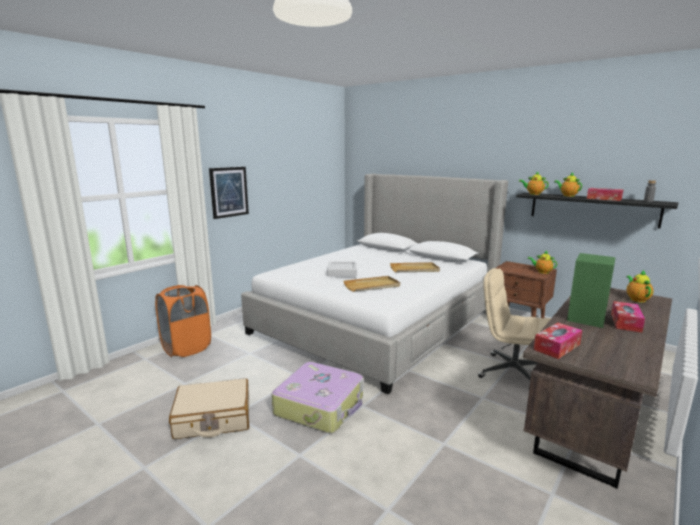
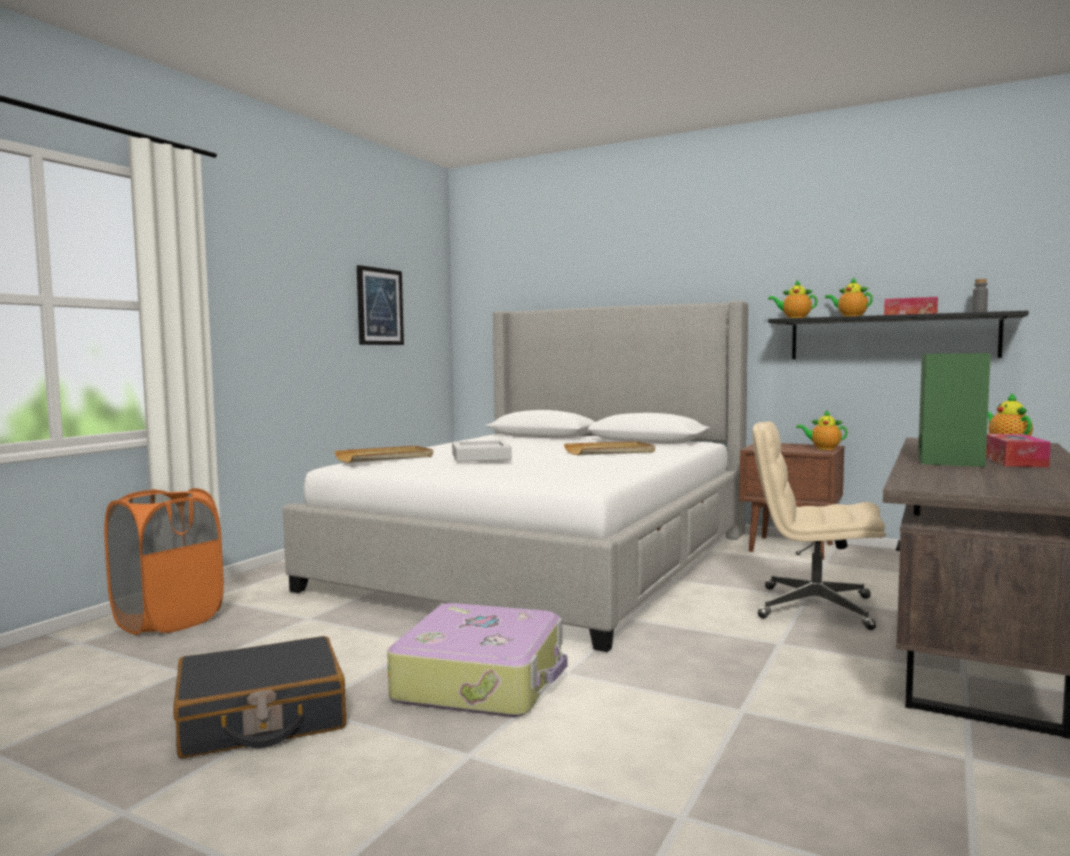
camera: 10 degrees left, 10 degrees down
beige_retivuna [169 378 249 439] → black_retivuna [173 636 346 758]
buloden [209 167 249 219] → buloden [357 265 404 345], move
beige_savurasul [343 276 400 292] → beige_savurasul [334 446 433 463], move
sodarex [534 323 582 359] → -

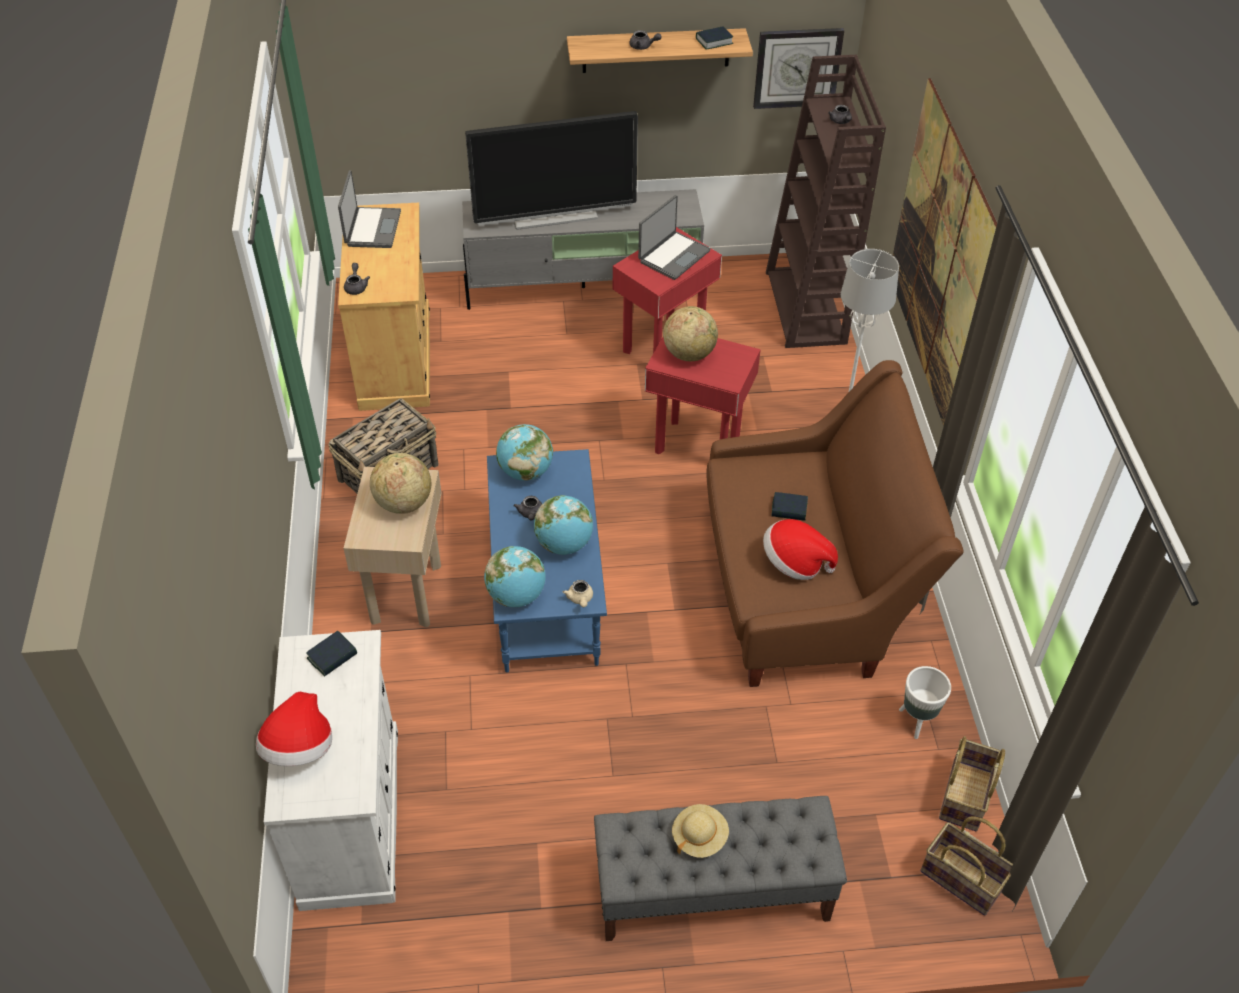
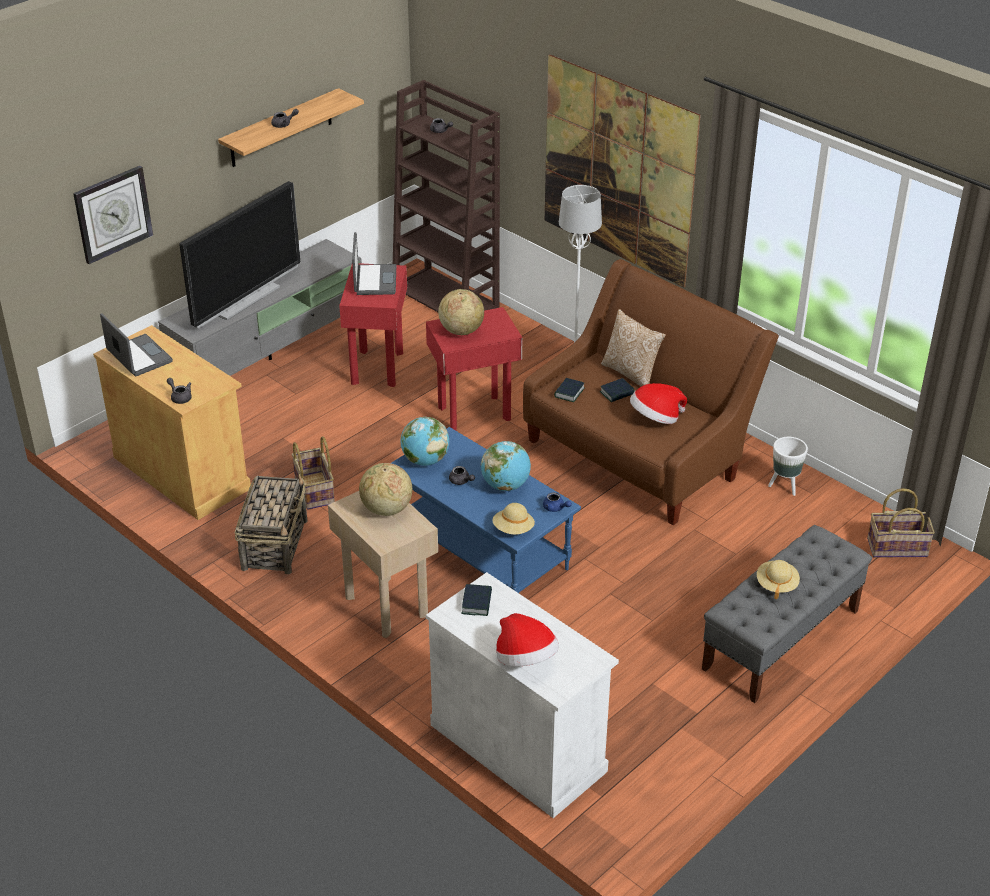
camera: 40 degrees left, 10 degrees down
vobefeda [484 546 545 607] → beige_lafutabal [492 503 535 535]
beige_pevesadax [563 580 593 607] → blue_pevesadax [543 492 572 512]
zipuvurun [696 26 733 50] → zipuvurun [554 378 585 402], move
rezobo [753 28 844 109] → rezobo [73 166 153 264], move
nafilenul [939 736 1005 831] → nafilenul [292 437 335 510], move
- → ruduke [601 309 666 387]

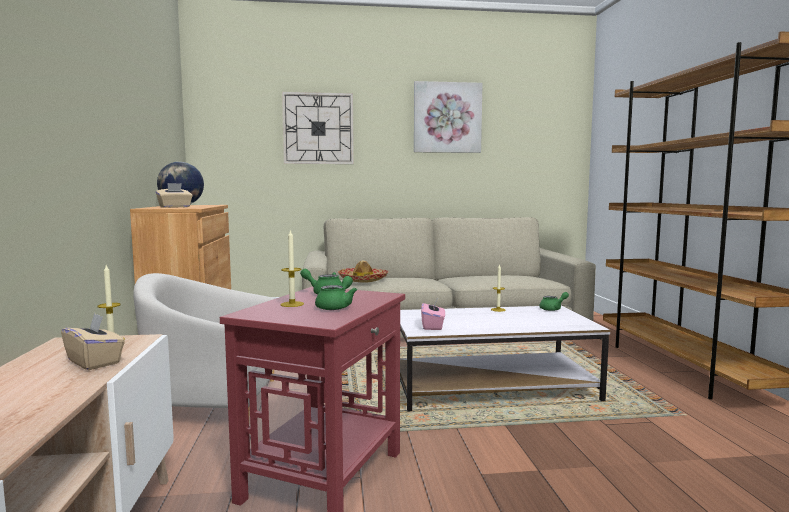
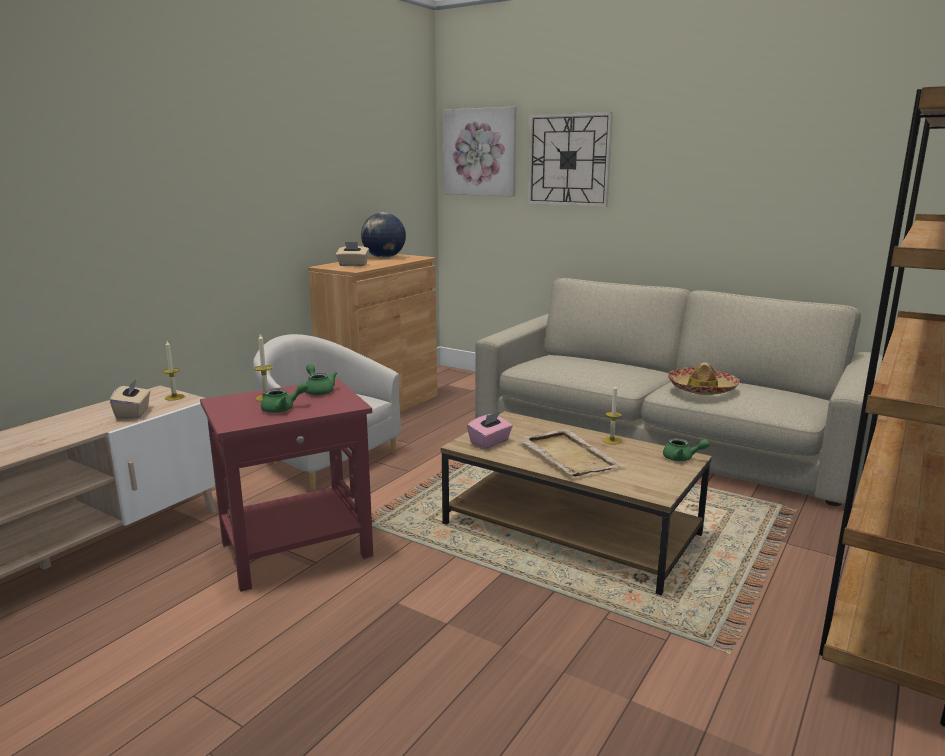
camera: 40 degrees right, 10 degrees up
lafutabal [338 260 389 282] → lafutabal [668 362 740 395], move
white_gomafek [400 305 610 411] → brown_gomafek [440 411 712 595]
buloden [414 81 483 153] → buloden [443 107 517 197], move
- → beige_savurasul [517 429 625 476]

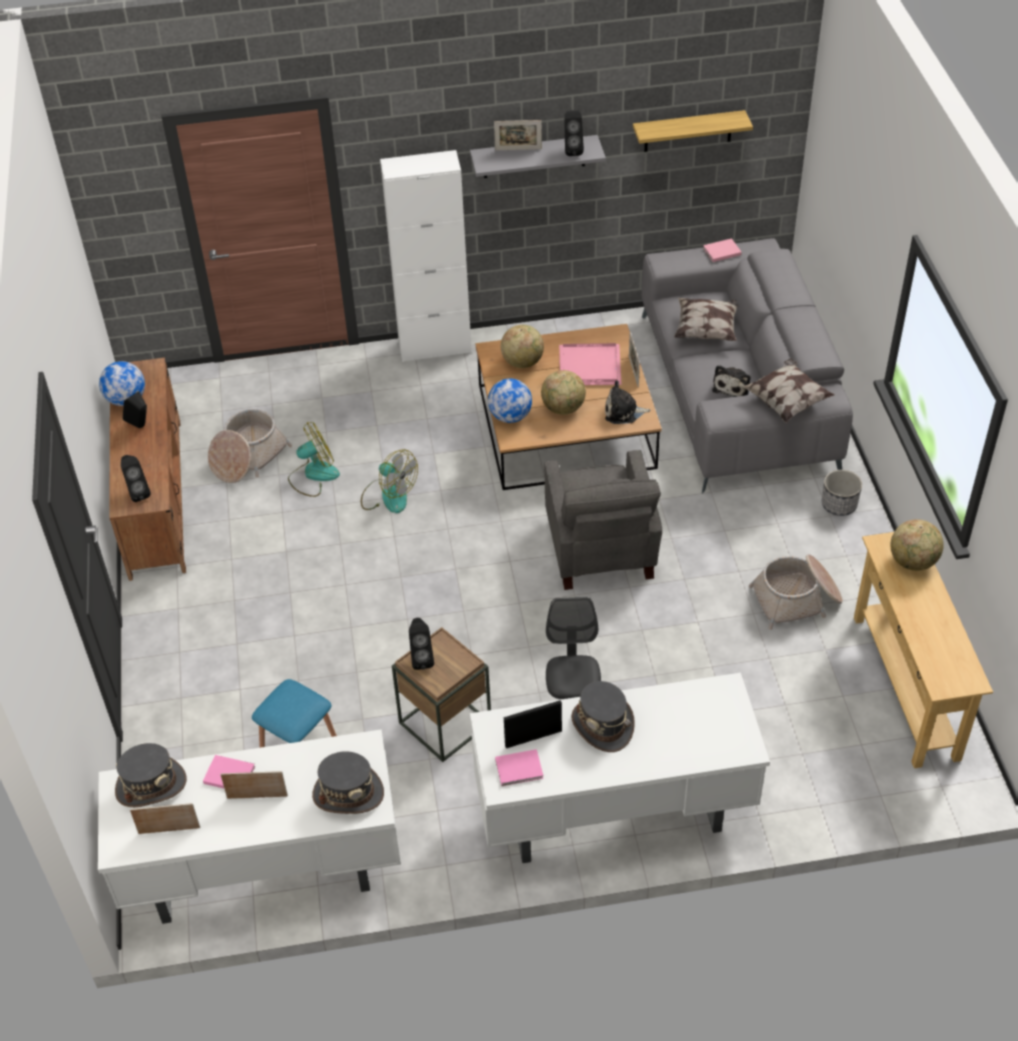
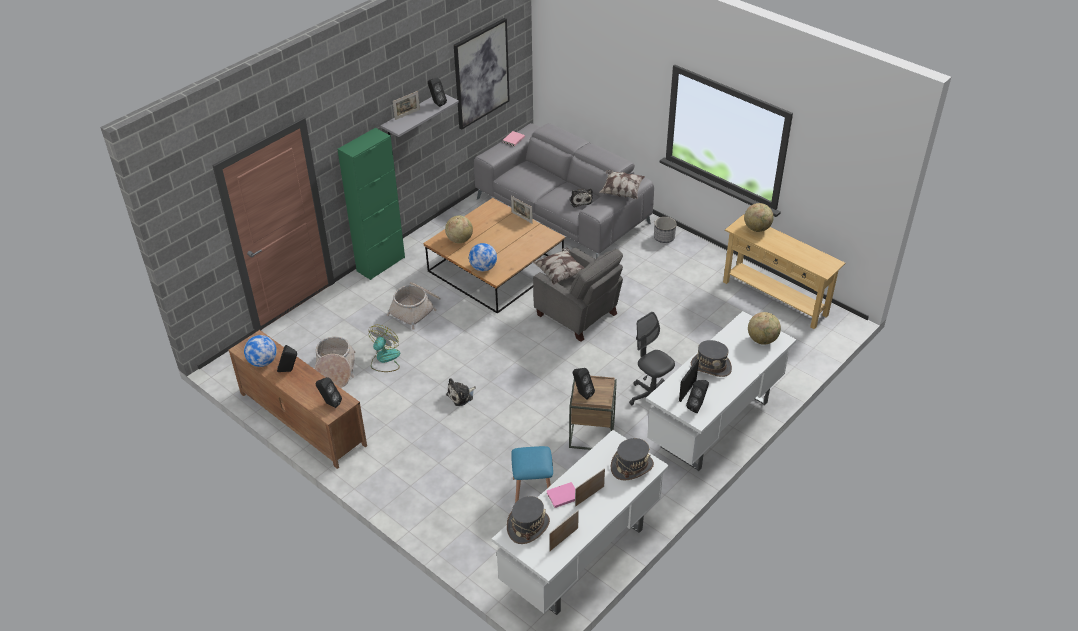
camera: 40 degrees left, 5 degrees down
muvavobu [361 449 418 513] → -
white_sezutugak [380 150 472 362] → green_sezutugak [337 128 405 280]
pink_zipuvurun [495 749 543 786] → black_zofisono [686 380 709 413]
vobefeda [541 370 586 415] → vobefeda [748 312 781 345], move
pink_savurasul [559 343 622 385] → -
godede [605 380 650 424] → godede [446 378 476 406], move
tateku [633 110 753 152] → buloden [454 18 510 130]
ruduke [674 297 739 341] → ruduke [532 248 584 285], move
nafilenul [749 554 843 630] → nafilenul [387 282 441 329], move

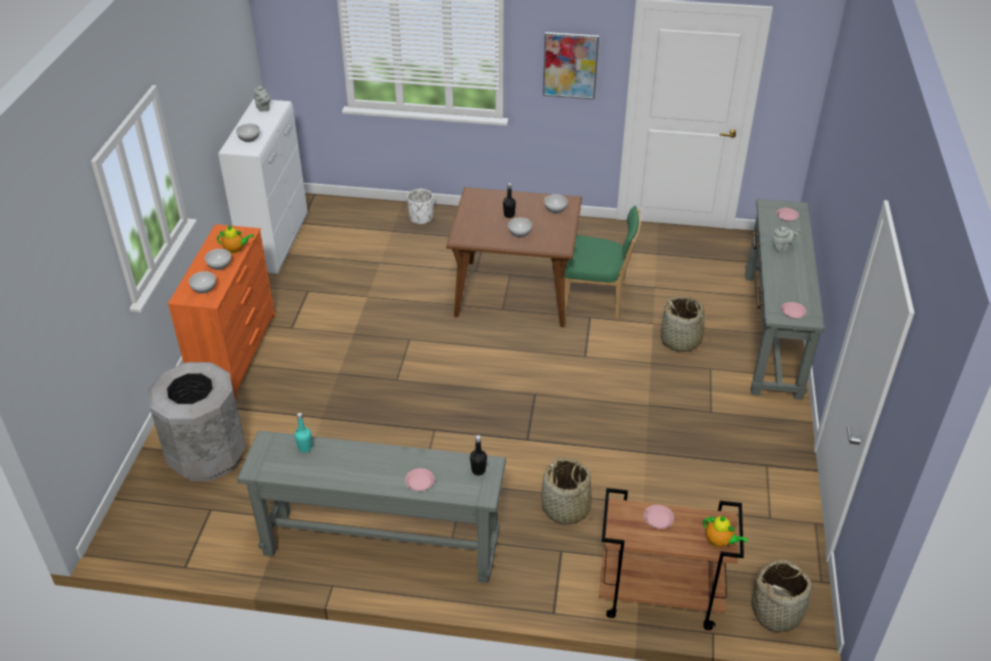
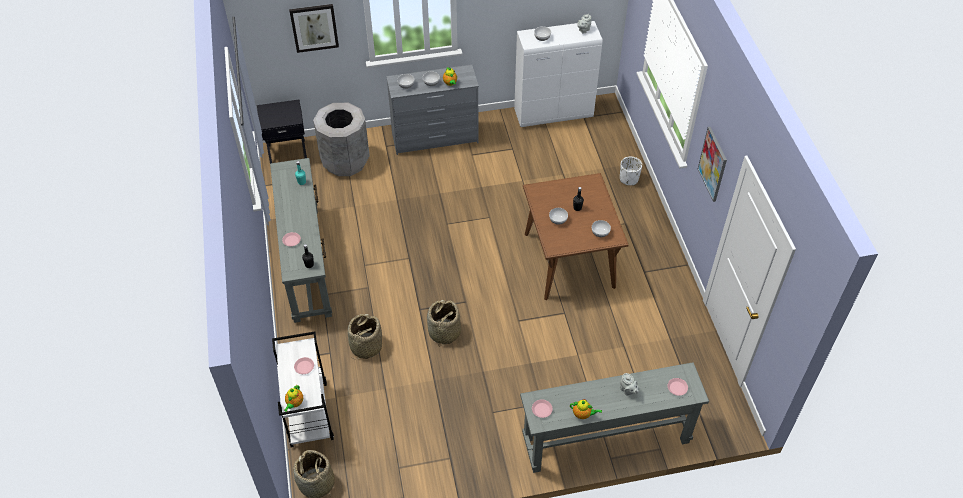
camera: 70 degrees right, 10 degrees up
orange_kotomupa [168 224 275 399] → grey_kotomupa [386 65 479 155]
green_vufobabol [564 206 641 319] → -
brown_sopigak [599 488 744 630] → white_sopigak [272 331 334 448]
nafilenul [658 296 708 352] → nafilenul [427 300 461 346], move
- → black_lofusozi [257 100 307 163]
- → buloden [289 4 339 53]
- → pevesadax [570 399 602 419]

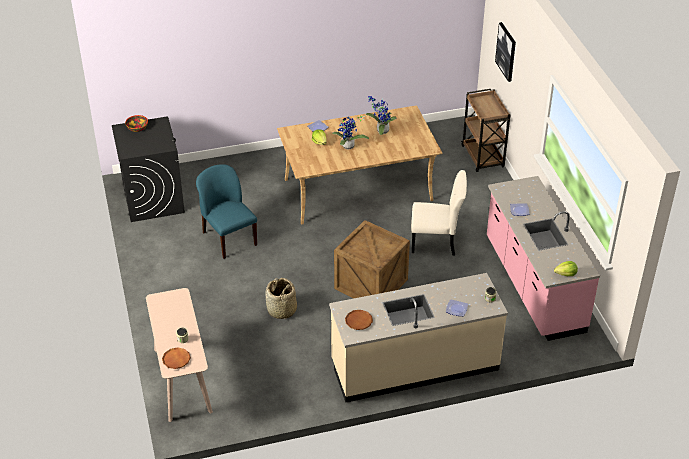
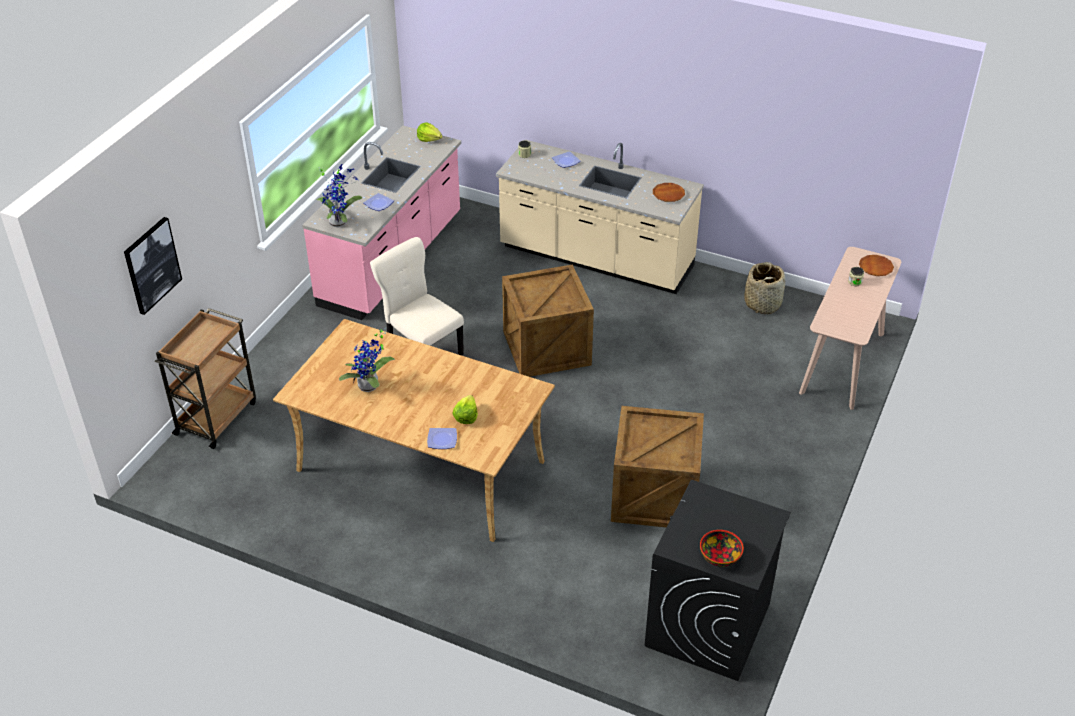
camera: 140 degrees left, 0 degrees up
blue_vufobabol [196 164 257 259] → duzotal [611 406 704 528]
nafilenul [265 278 297 320] → nafilenul [744 262 785 314], move
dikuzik [332 116 369 149] → dikuzik [316 164 362 227], move

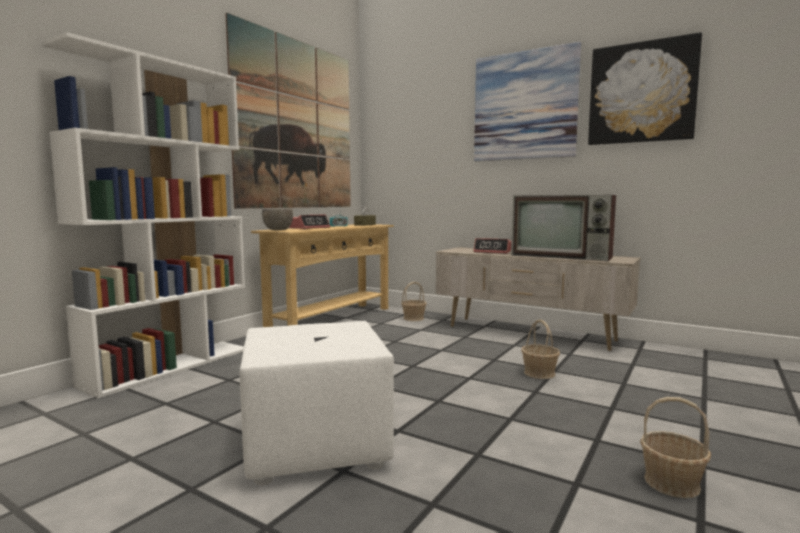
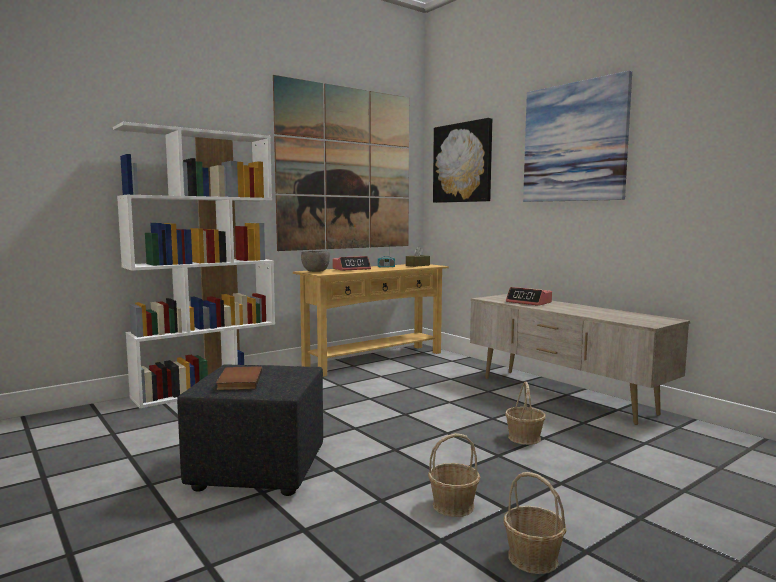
camera: 20 degrees right, 0 degrees up
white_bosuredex [240 321 394 485] → black_bosuredex [177 364 323 496]
nafilenul [401 282 427 321] → nafilenul [428 433 480 517], move
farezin [511 195 616 261] → -
buloden [588 32 702 145] → buloden [433 118 492 203], move
- → brown_zipuvurun [216 366 262 390]

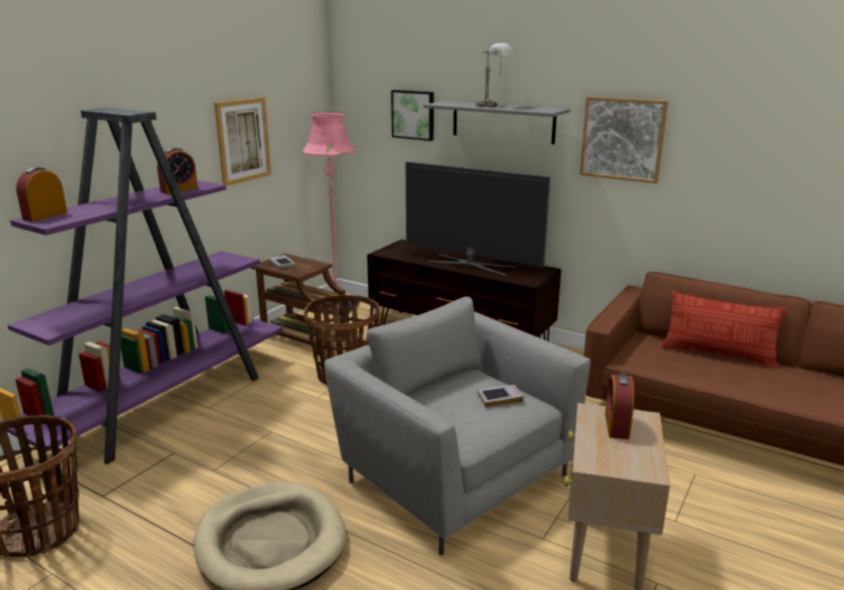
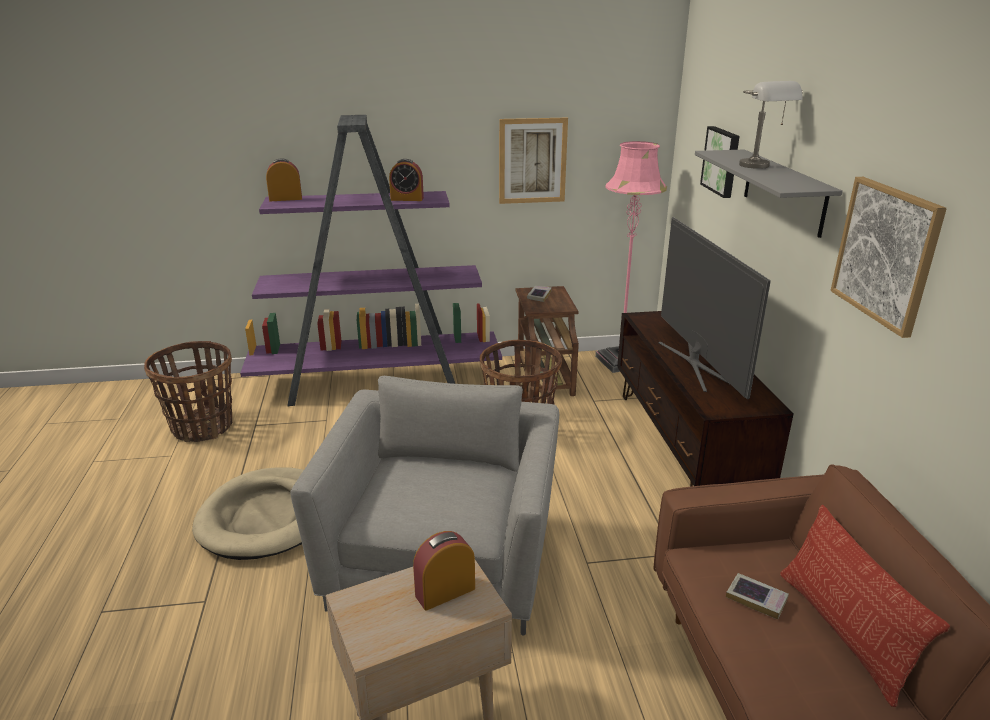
camera: 50 degrees right, 5 degrees up
zipuvurun [477 385 524 407] → zipuvurun [726 573 789 620], move

